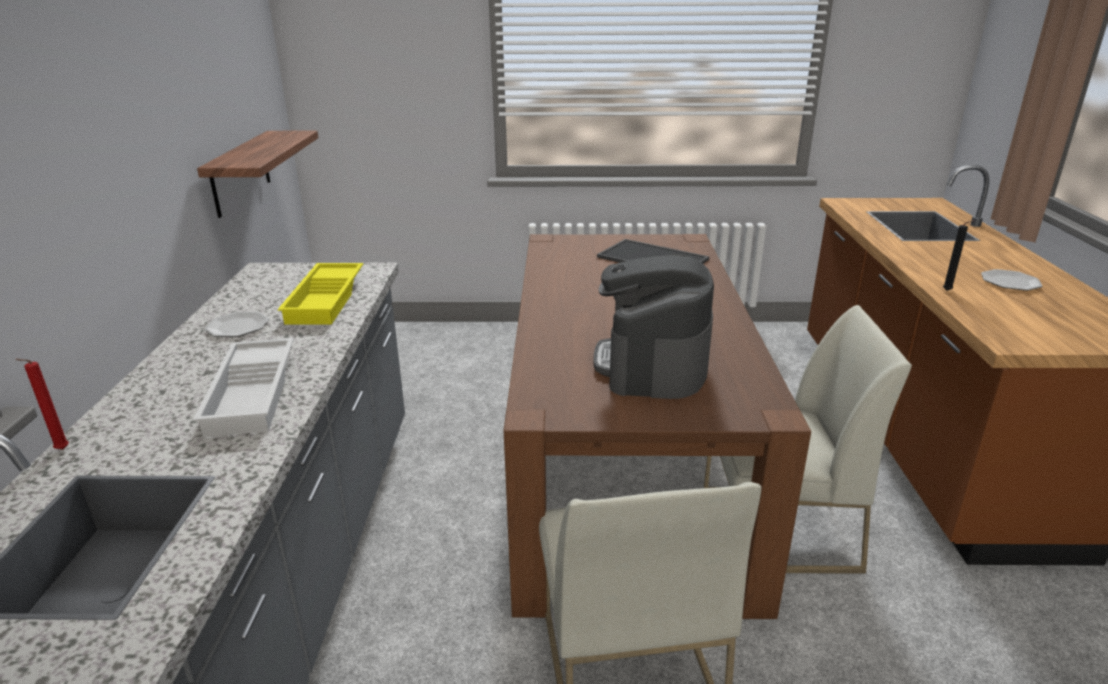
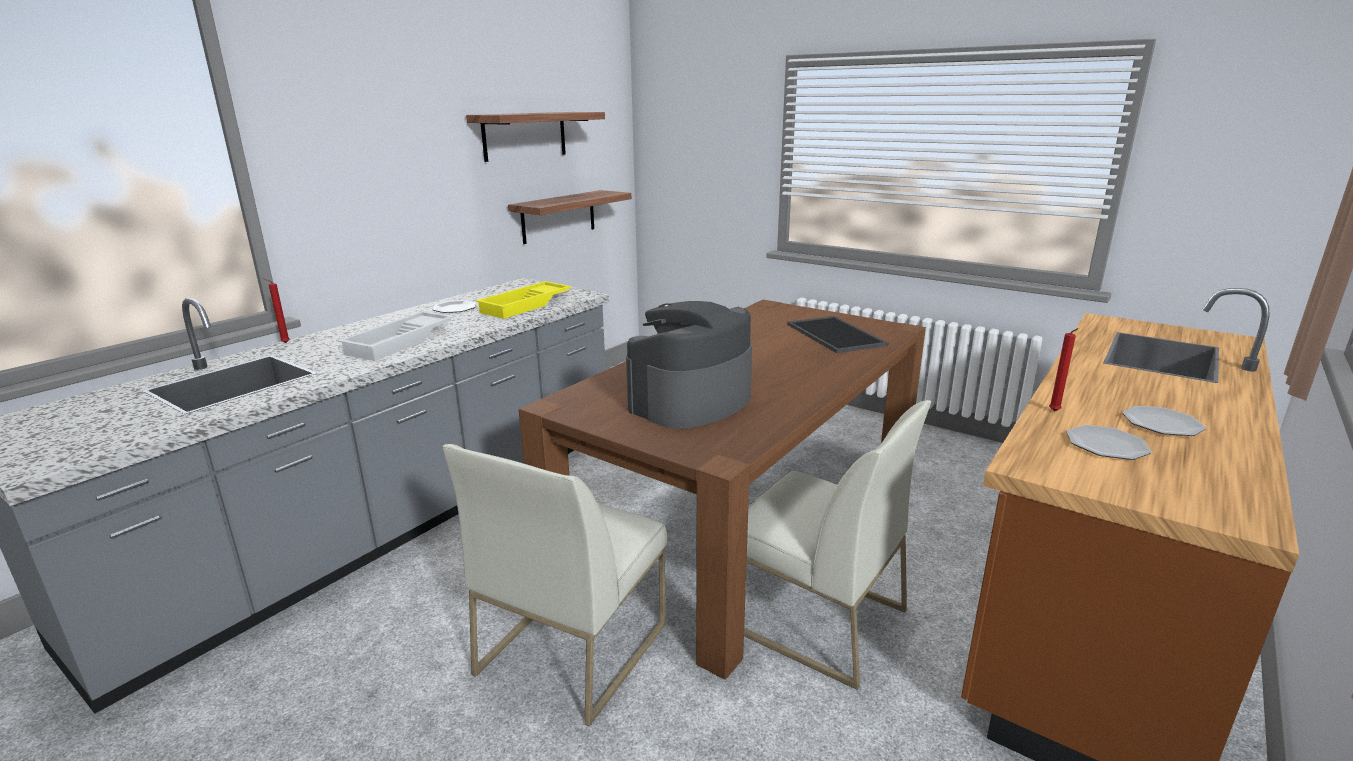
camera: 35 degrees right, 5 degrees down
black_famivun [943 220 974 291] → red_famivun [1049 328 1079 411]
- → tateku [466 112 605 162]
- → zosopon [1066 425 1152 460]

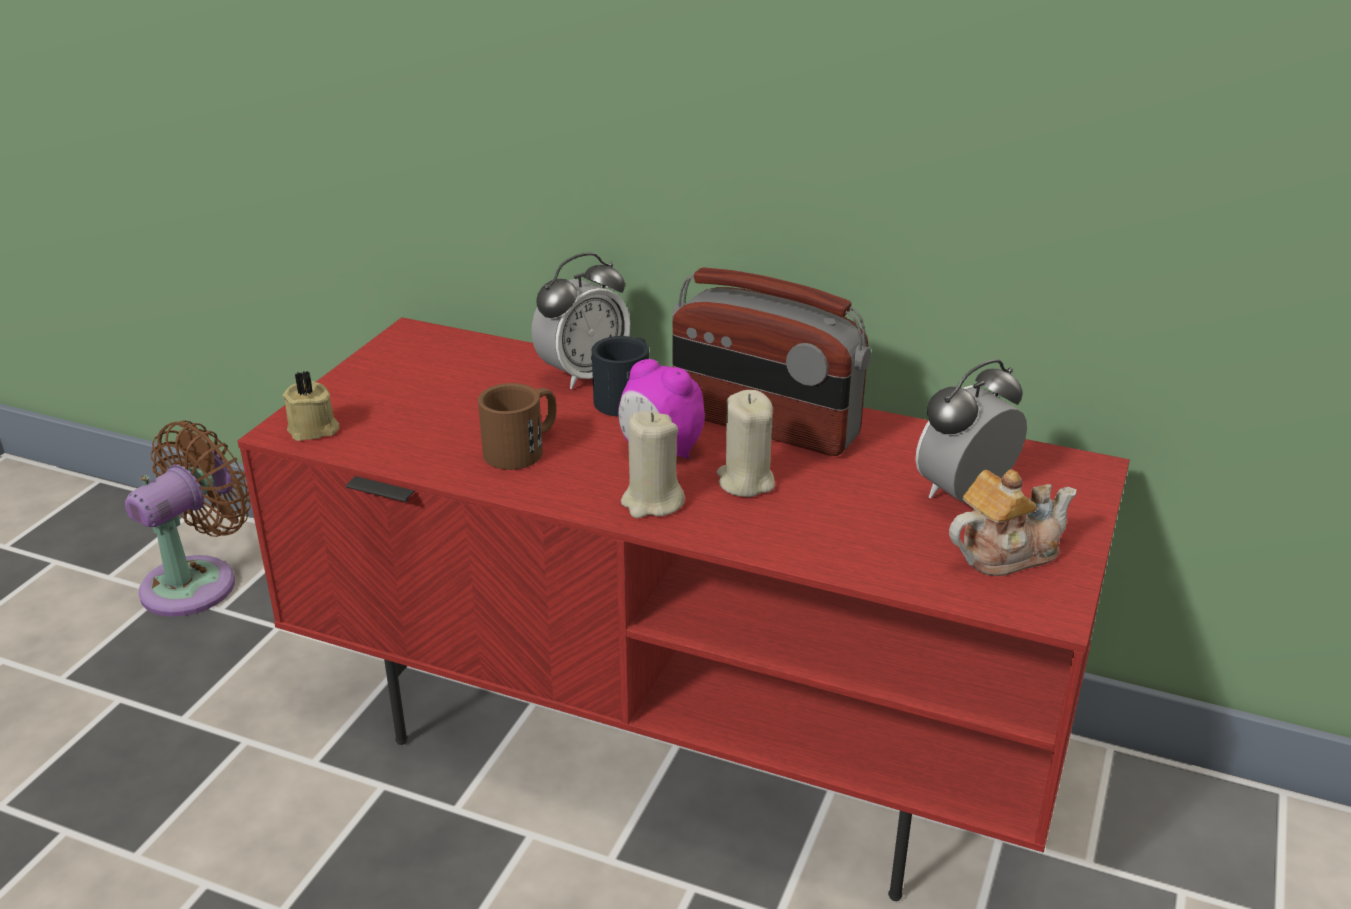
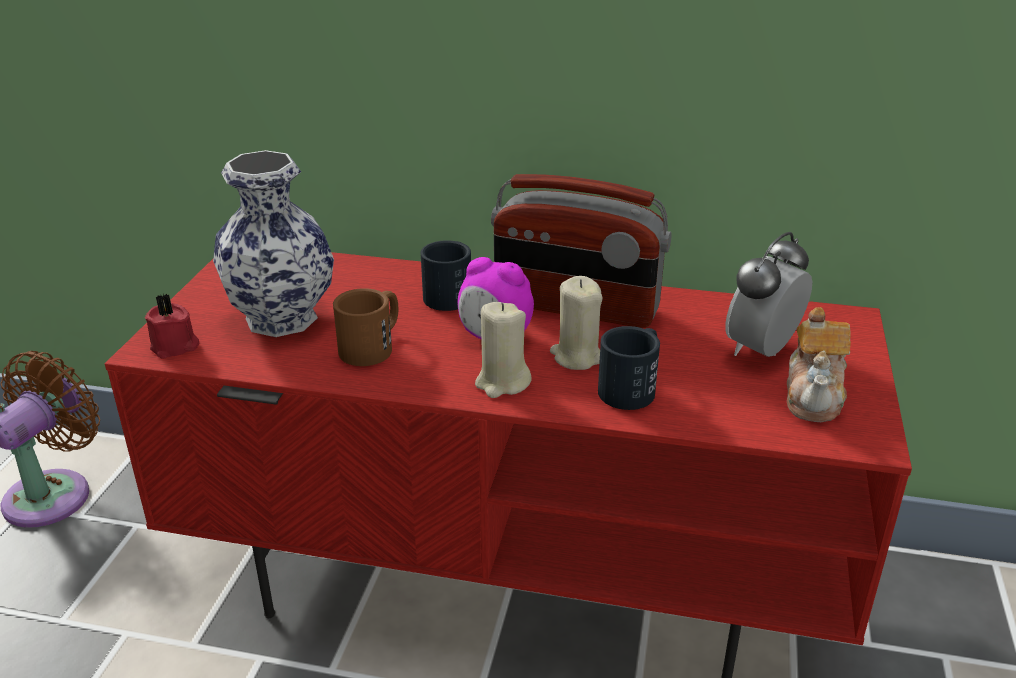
camera: 10 degrees left, 0 degrees up
beige_famivun [283 371 339 441] → red_famivun [145 294 199 359]
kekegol [532 253 630 389] → -
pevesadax [949 469 1077 576] → pevesadax [787 307 851 422], 135 degrees clockwise
- → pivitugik [213 150 334 337]
- → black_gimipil [598 326 660 410]

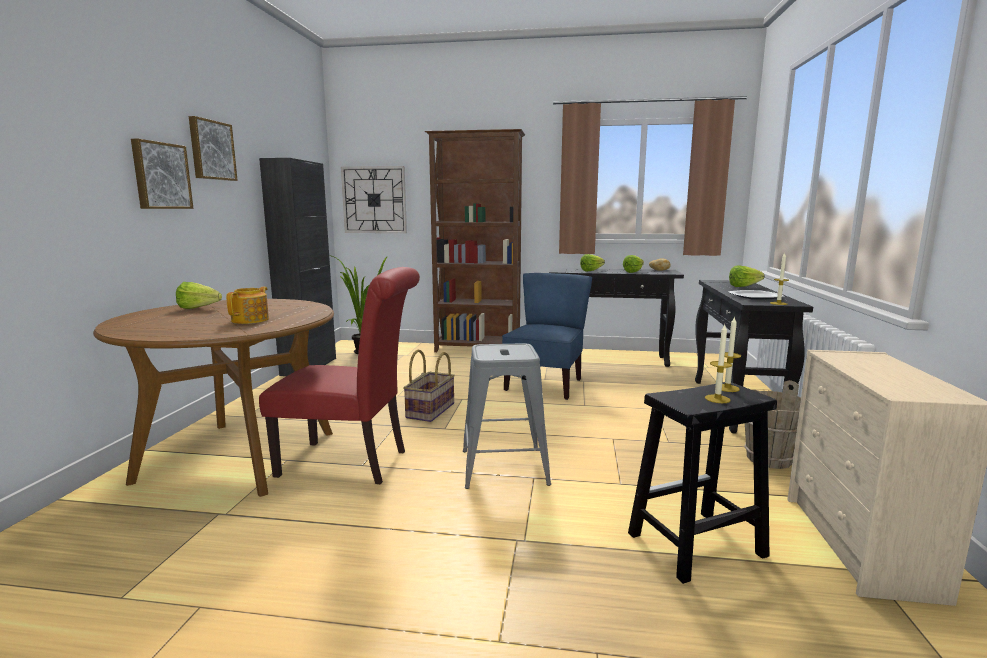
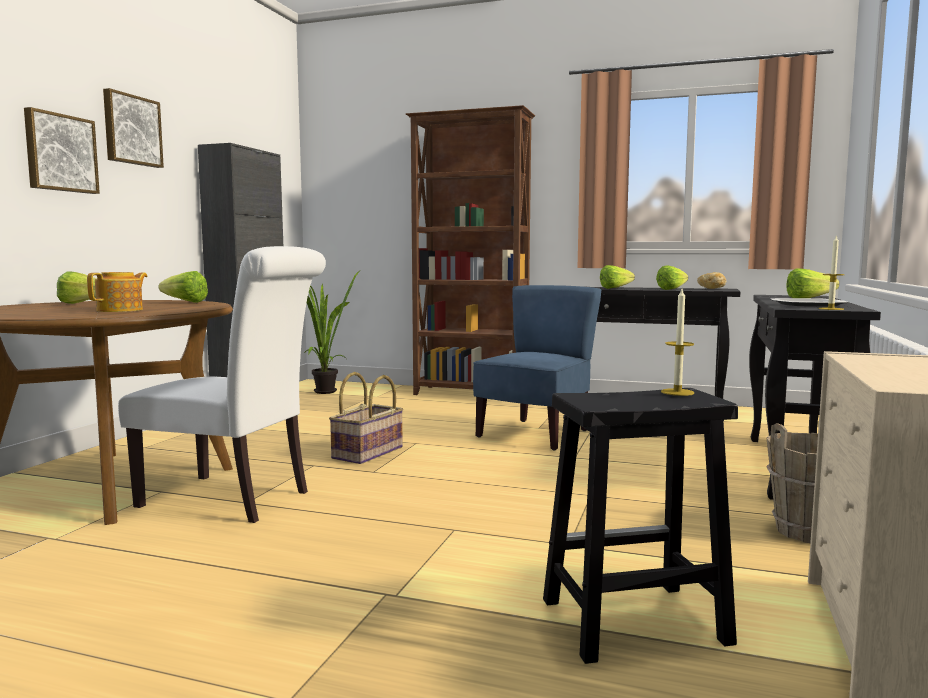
camera: 10 degrees right, 5 degrees down
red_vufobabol [259 267 420 484] → white_vufobabol [118 246 326 523]
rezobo [341 166 407 233] → -
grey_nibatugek [463 343 551 489] → -
famivun [705 325 732 403] → -
- → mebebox [158 271 208 303]

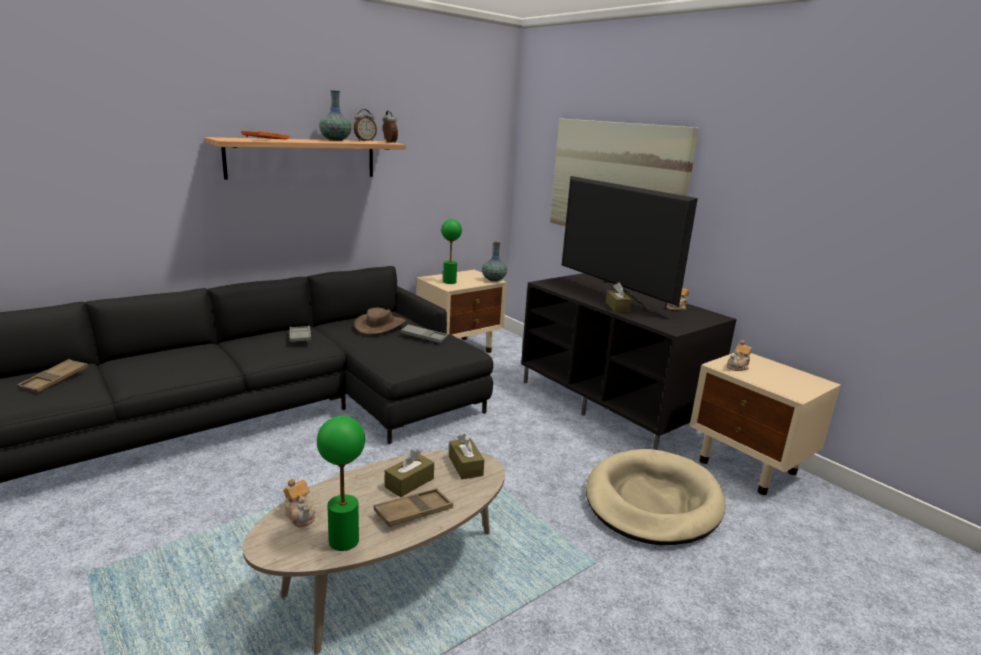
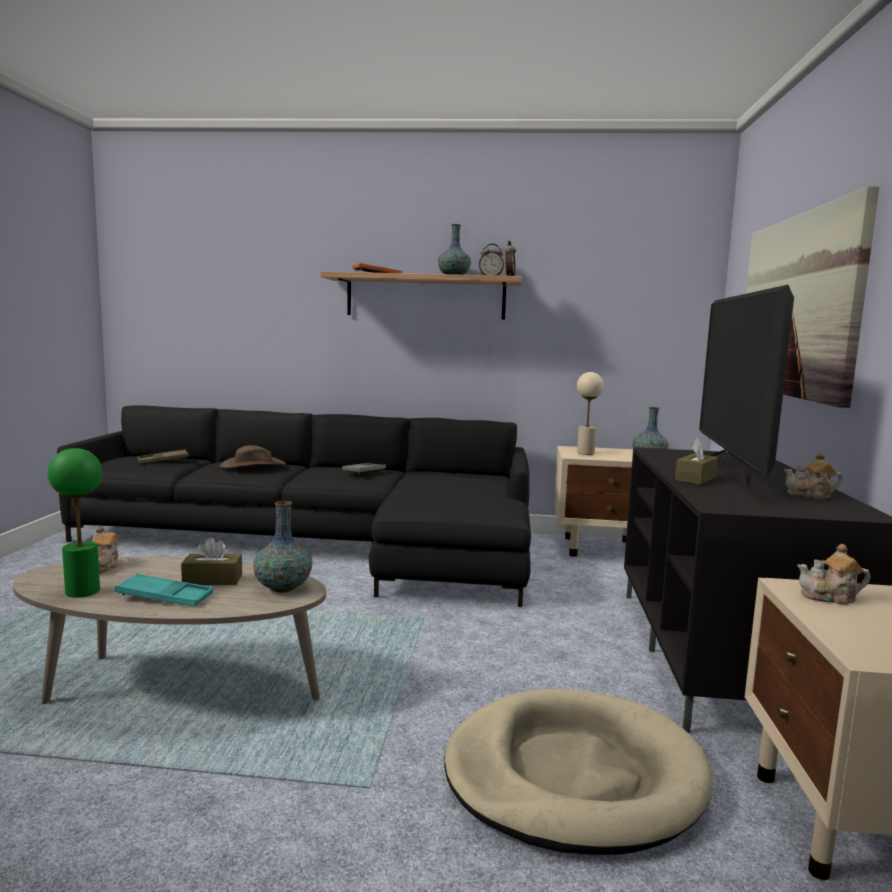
camera: 45 degrees right, 10 degrees down
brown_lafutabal [354 308 406 335] → brown_lafutabal [219 445 286 468], move
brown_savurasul [374 488 453 527] → turquoise_savurasul [115 574 213 607]
grey_savurasul [400 324 448 343] → -
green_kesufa [441 219 462 284] → beige_kesufa [577 372 604 455]
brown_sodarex [449 434 484 479] → pivitugik [253 501 312 592]

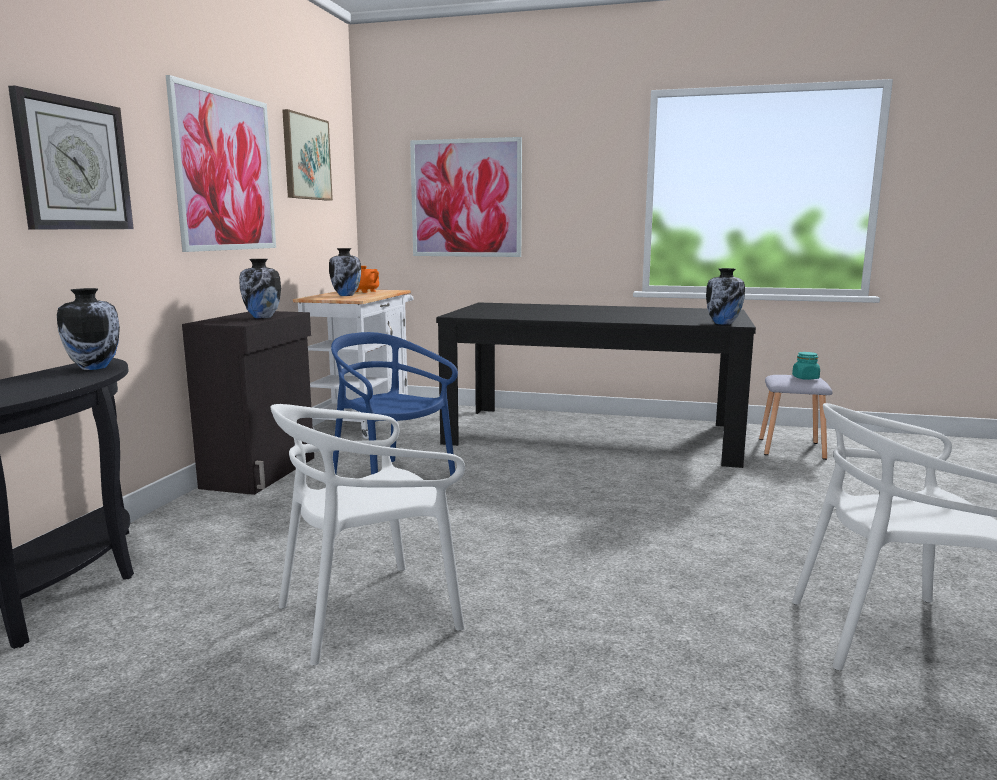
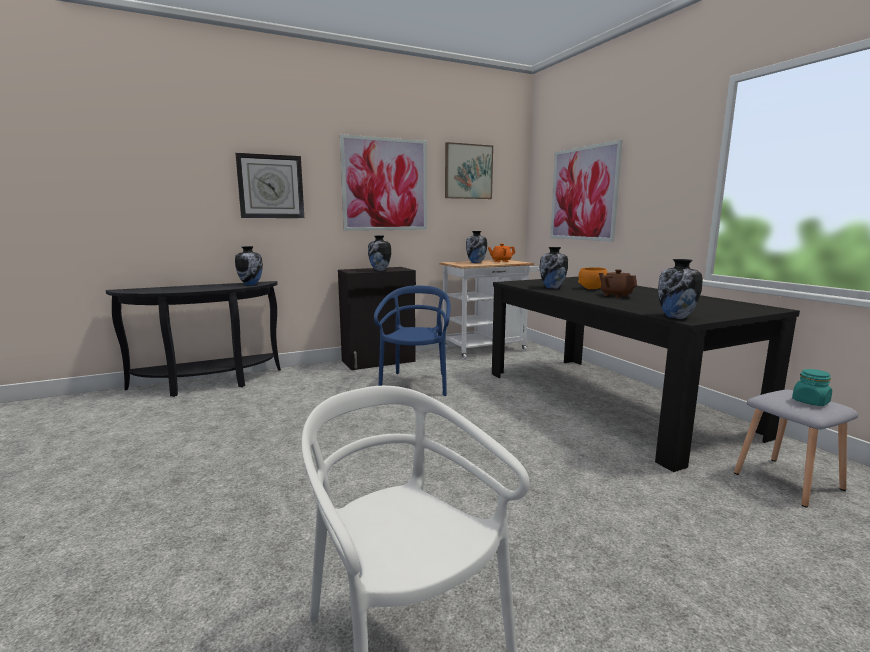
camera: 50 degrees right, 0 degrees up
white_vufobabol [271 404 465 665] → -
- → pivitugik [540 247 568 289]
- → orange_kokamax [578 267 608 289]
- → brown_pevesadax [599 269 637 298]

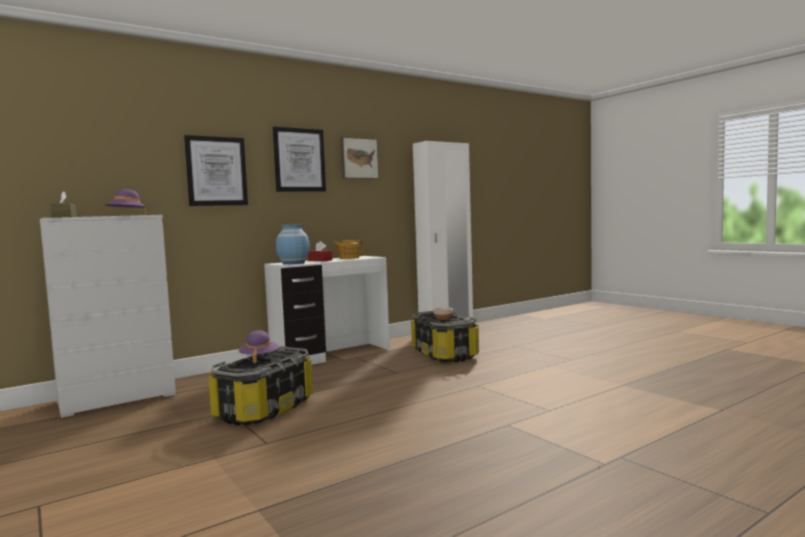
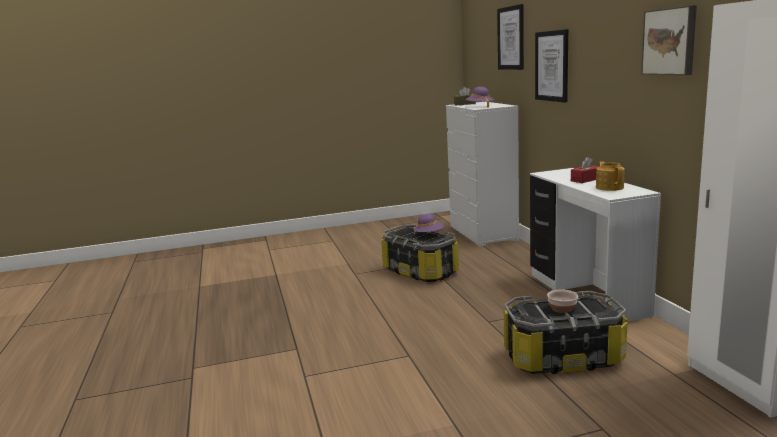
camera: 110 degrees right, 10 degrees up
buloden [273 127 326 192] → buloden [497 4 524 70], move
blue_pivitugik [276 224 310 264] → -

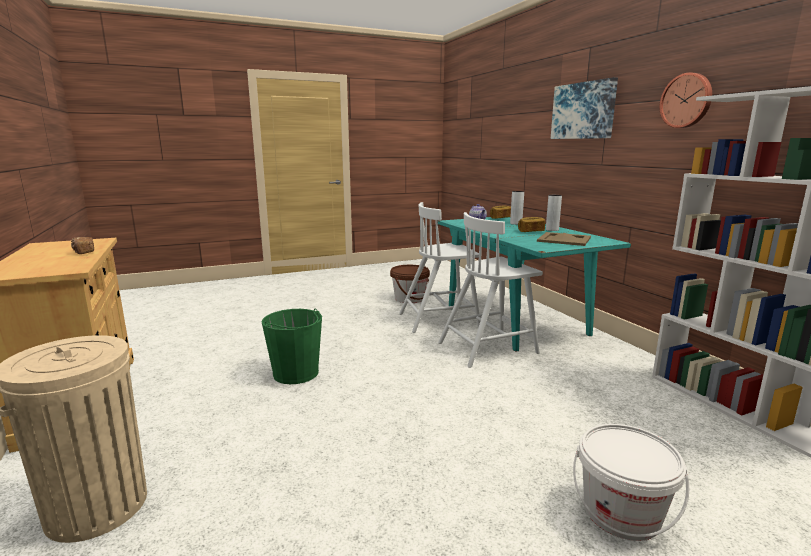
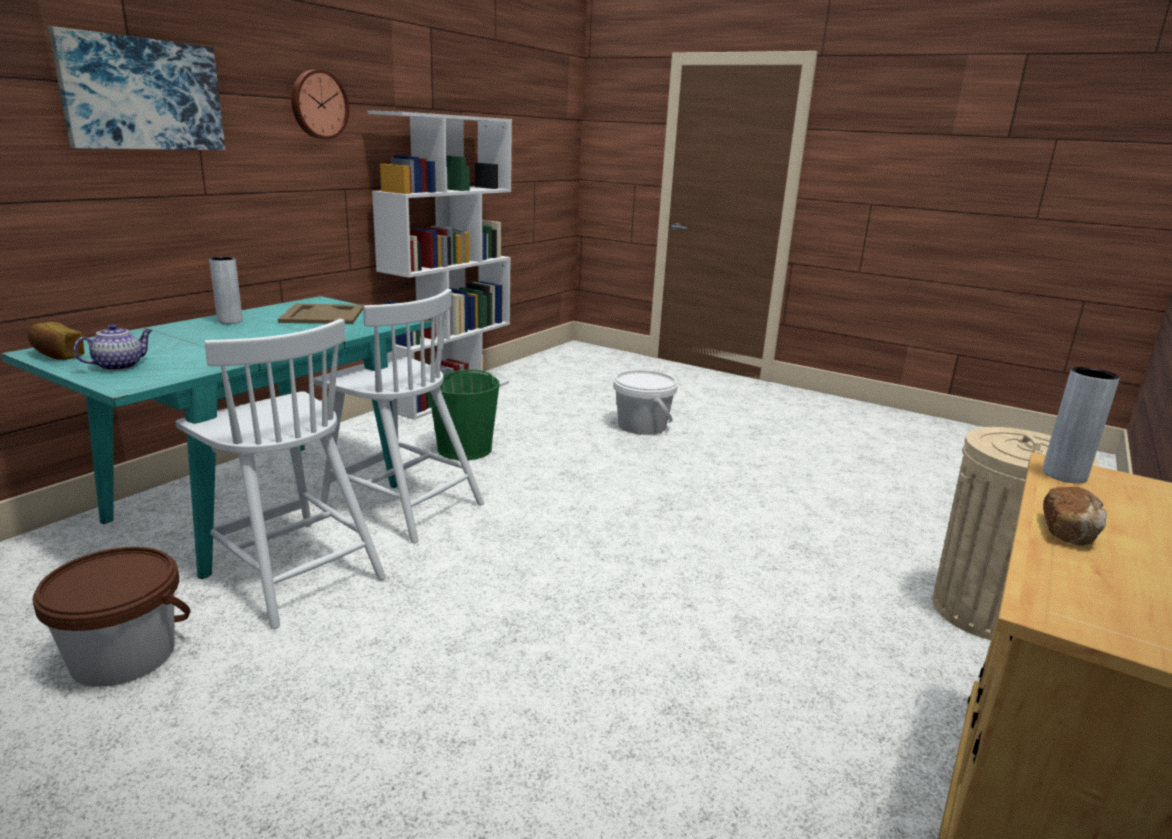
camera: 125 degrees left, 5 degrees up
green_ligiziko [262 308 322 384] → green_ligiziko [429 370 500 460], move
grey_pivitugik [510 191 524 225] → grey_pivitugik [1042 367 1120 483], move
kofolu [518 217 545 232] → -

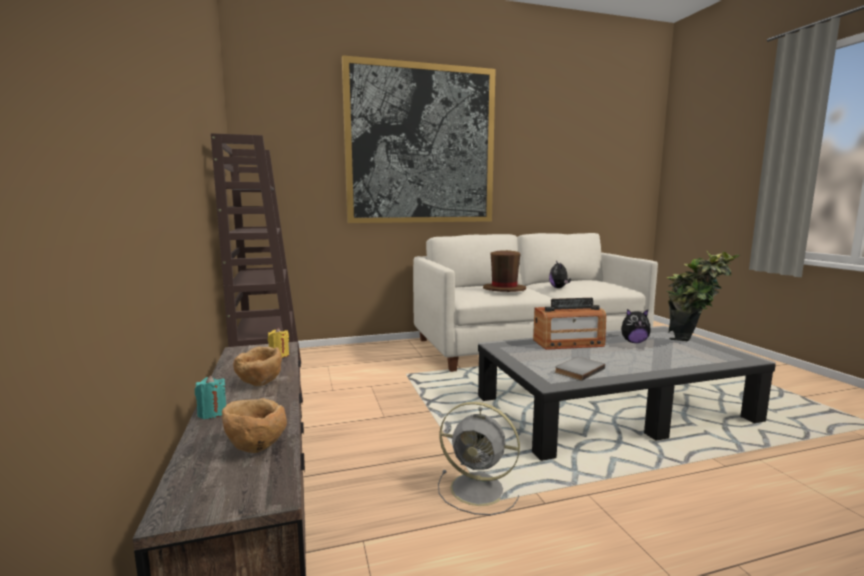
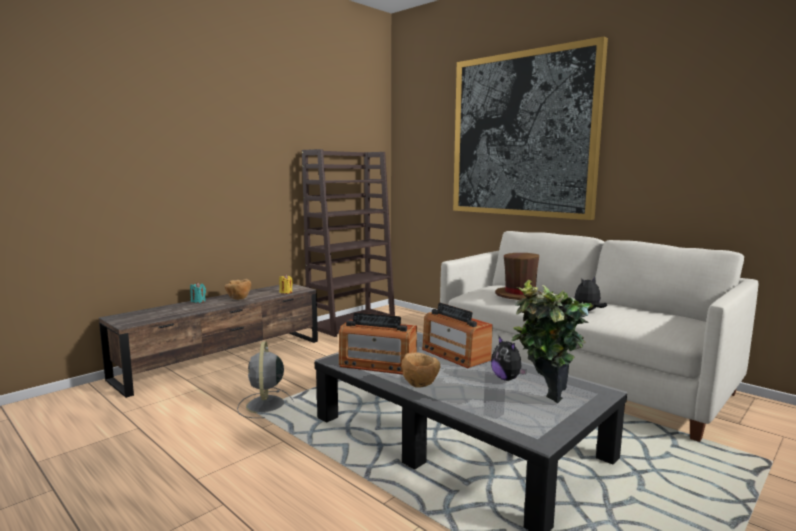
camera: 60 degrees right, 0 degrees up
brown_kokamax [222 398 287 453] → brown_kokamax [401 352 440 388], move
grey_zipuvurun [555 357 605 381] → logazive [339 312 417 375]

